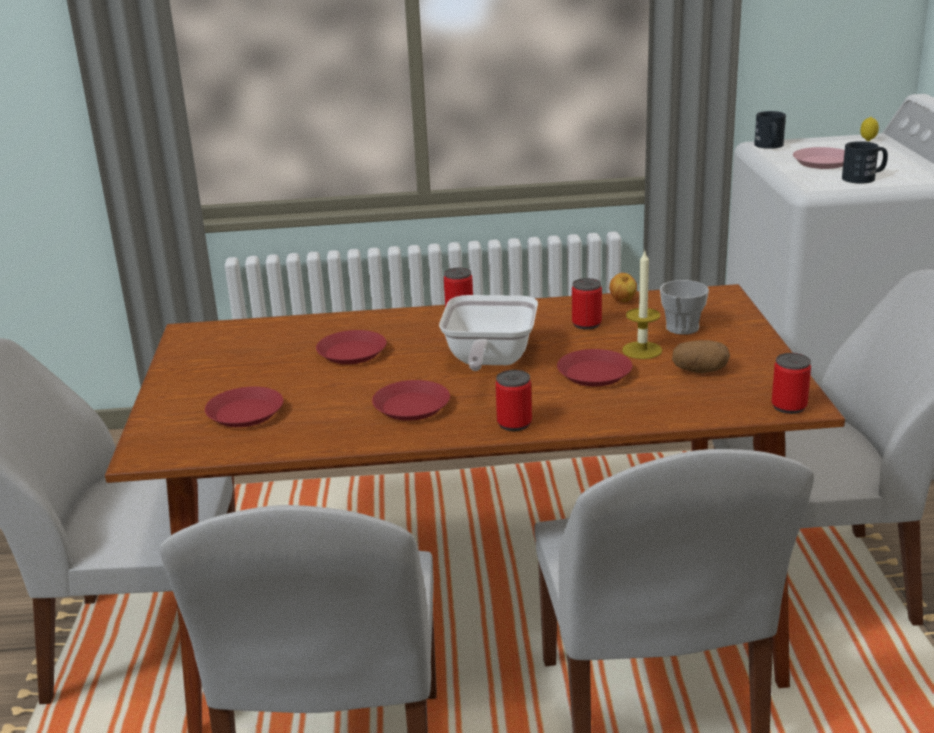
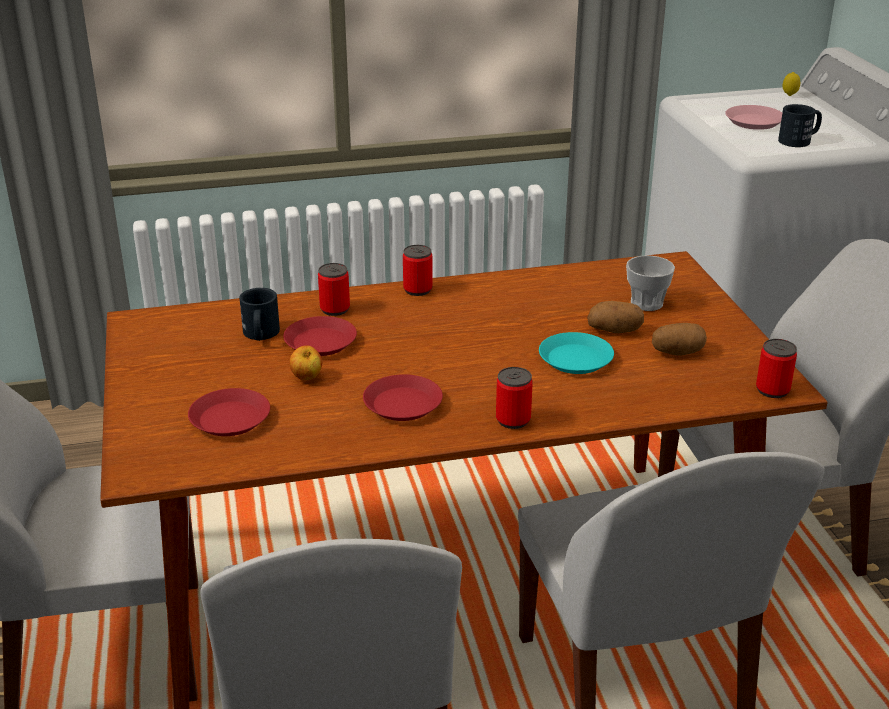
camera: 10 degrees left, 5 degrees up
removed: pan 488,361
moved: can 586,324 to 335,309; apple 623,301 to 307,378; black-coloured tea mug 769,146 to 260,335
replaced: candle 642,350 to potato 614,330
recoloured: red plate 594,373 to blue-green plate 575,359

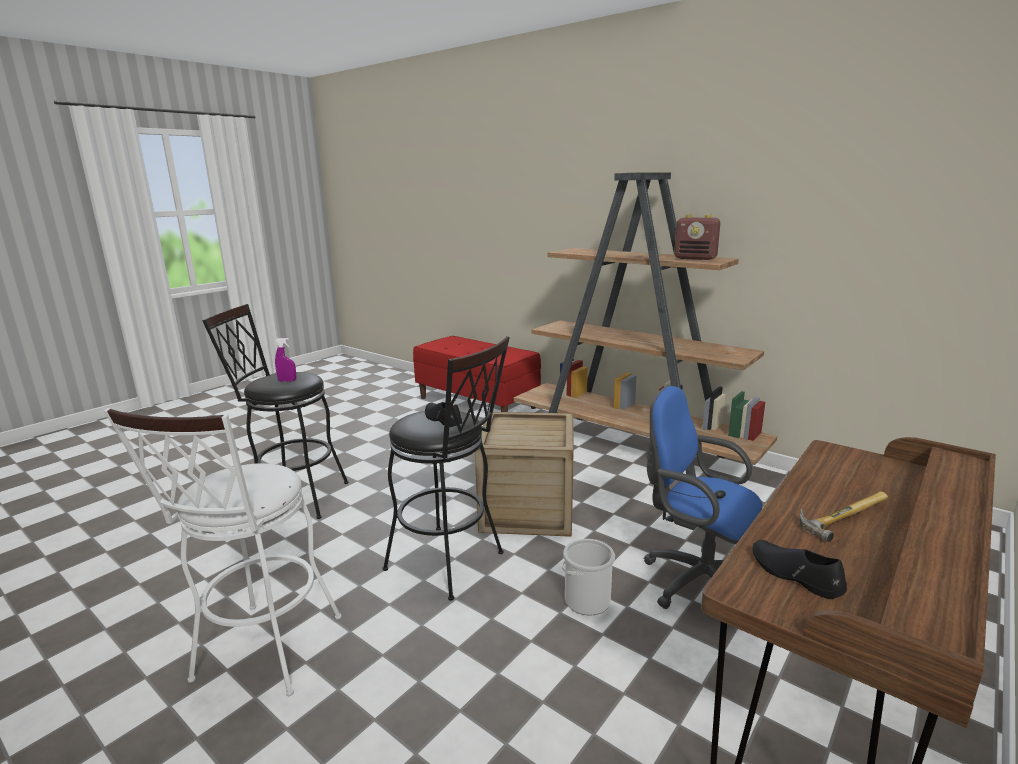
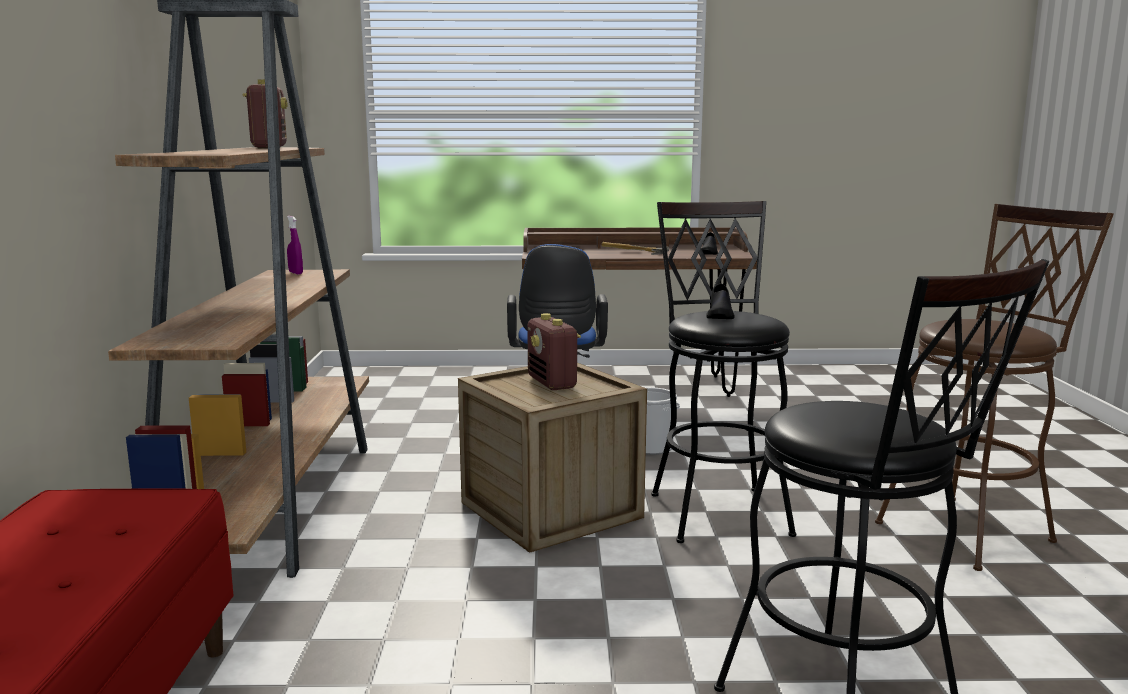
camera: 130 degrees left, 5 degrees down
added: radio 552,383
moved: purplish sprayer 287,381 to 295,273
recoloured: white-coloured stool seat 262,656 to brownish stool seat 973,529

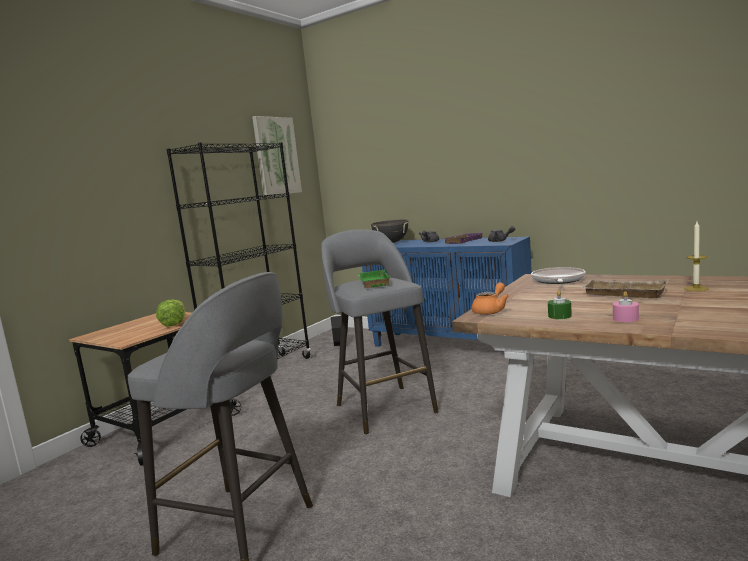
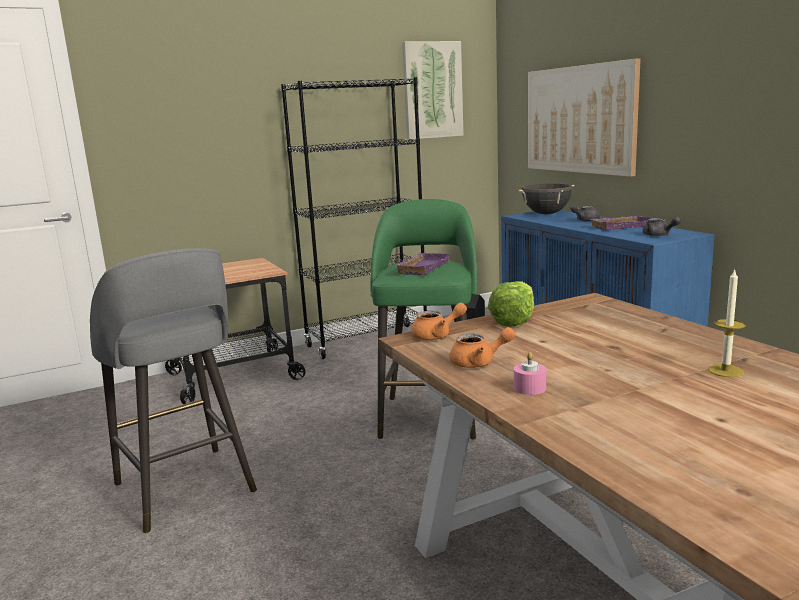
camera: 30 degrees right, 5 degrees up
removed: pan 557,280; beige-coloured tray 622,294
added: picture 579,119
moved: lettuce 174,323 to 514,320
replaced: green candle 559,316 to orangey teapot 478,363
recoloured: greyish stool seat 384,407 to green stool seat 430,415; green tray 372,282 to purplish tray 421,267

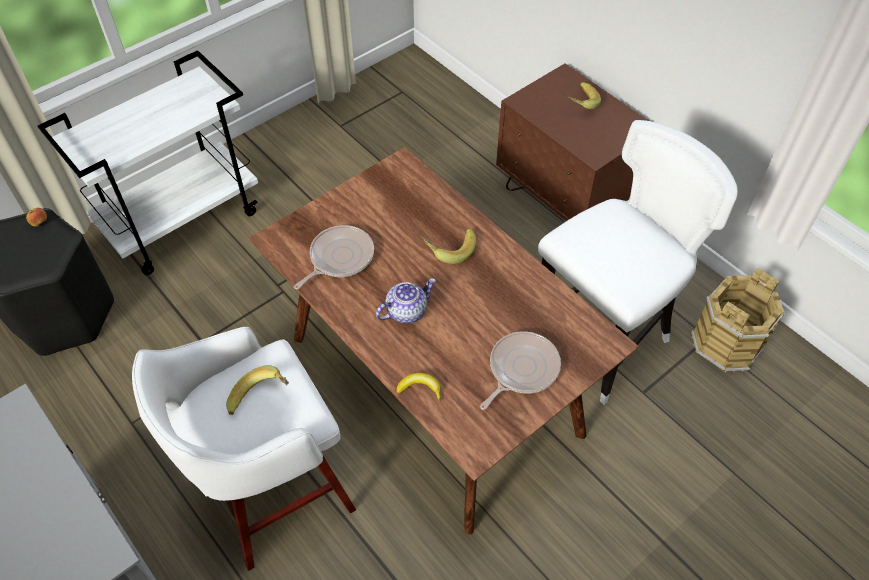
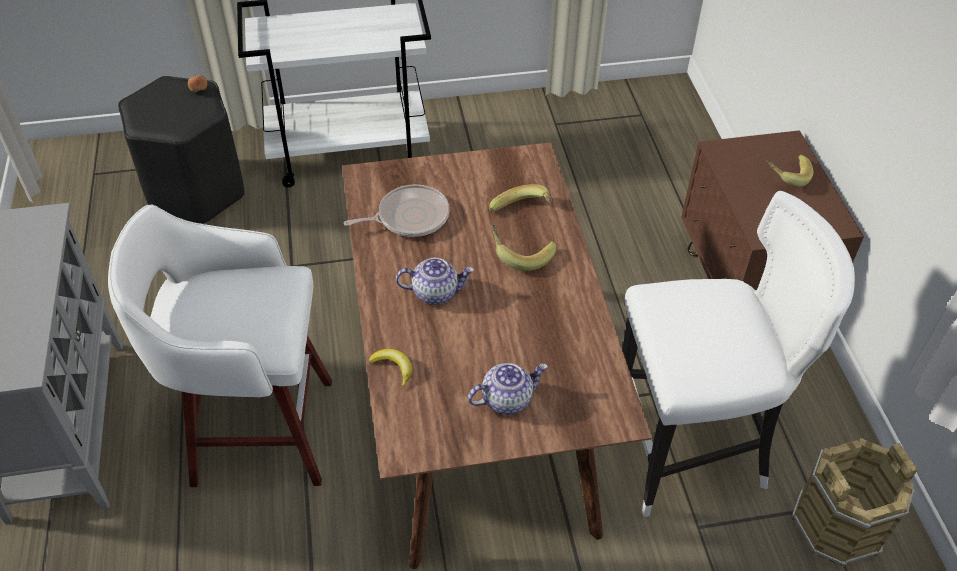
camera: 30 degrees right, 5 degrees down
moved: banana fruit 261,399 to 522,213
replaced: pan 521,369 to teapot 507,399

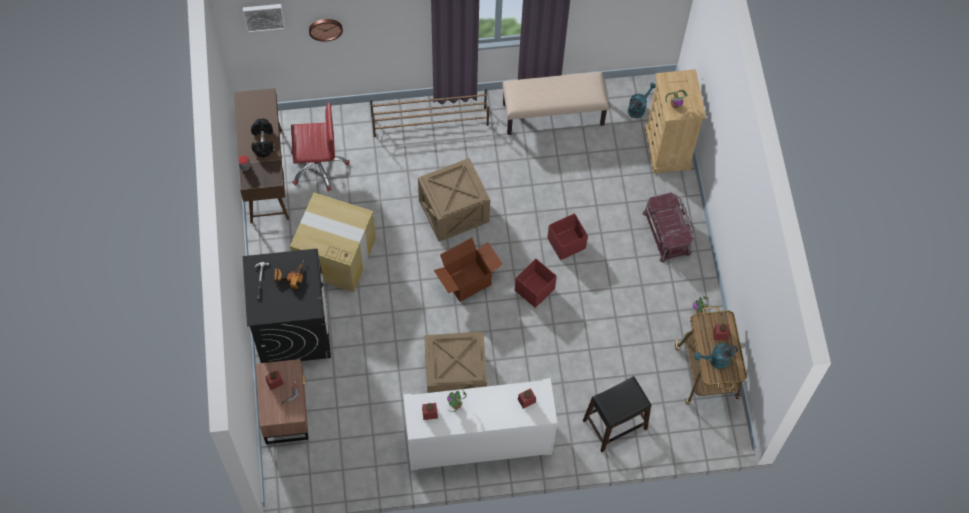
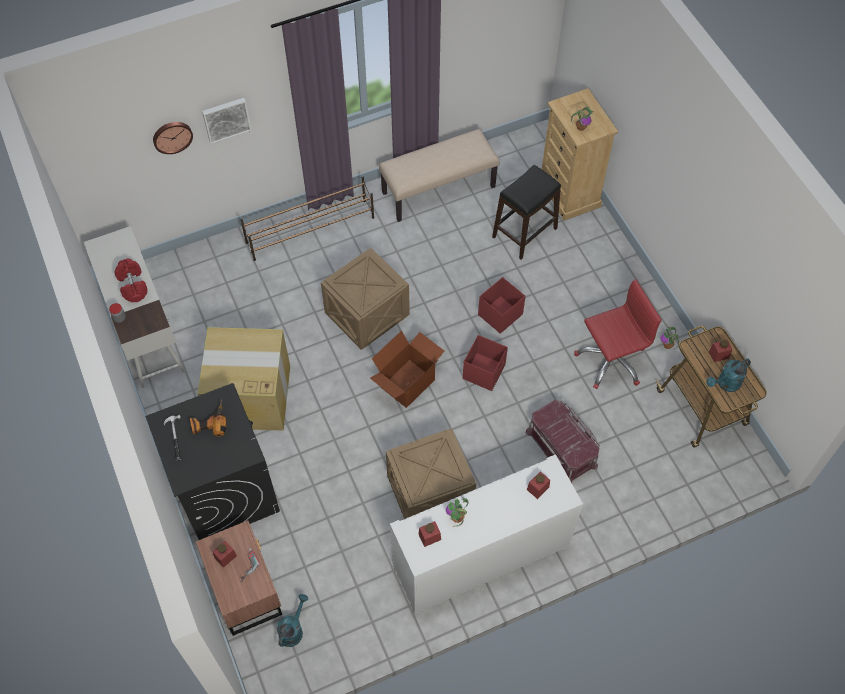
camera: 15 degrees left, 5 degrees down
moved: picture 264,16 to 226,119; red computer chair 318,165 to 611,360; black-coloured stool seat 615,425 to 525,233; blue-green sprinkling can 638,108 to 293,629; red storage container 667,233 to 562,448
recoloured: brownish desk table 266,175 to white-coloured desk table 145,332; black-coloured dumbbell 262,141 to red dumbbell 132,285

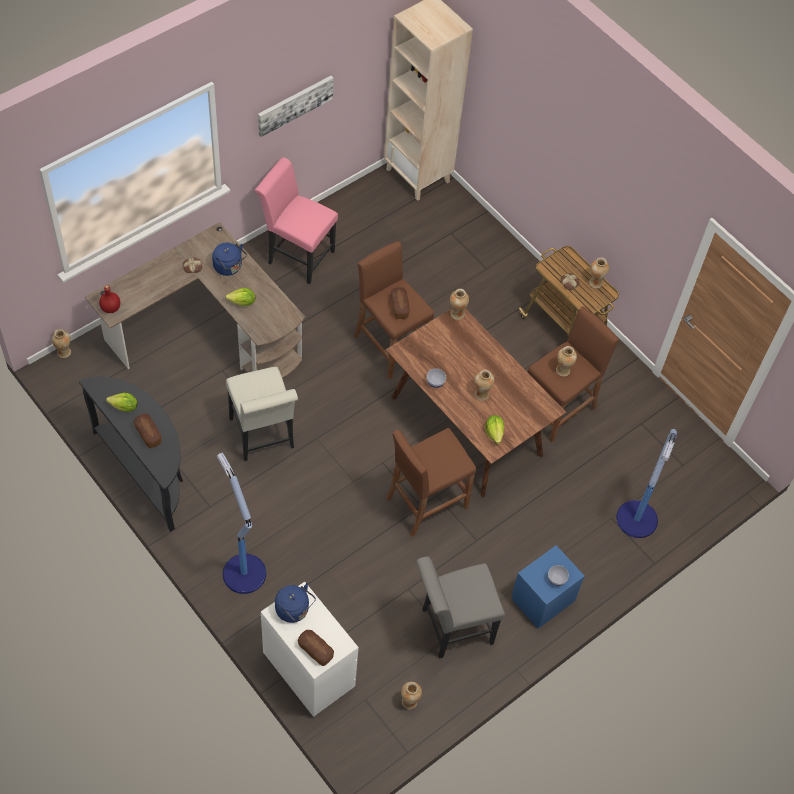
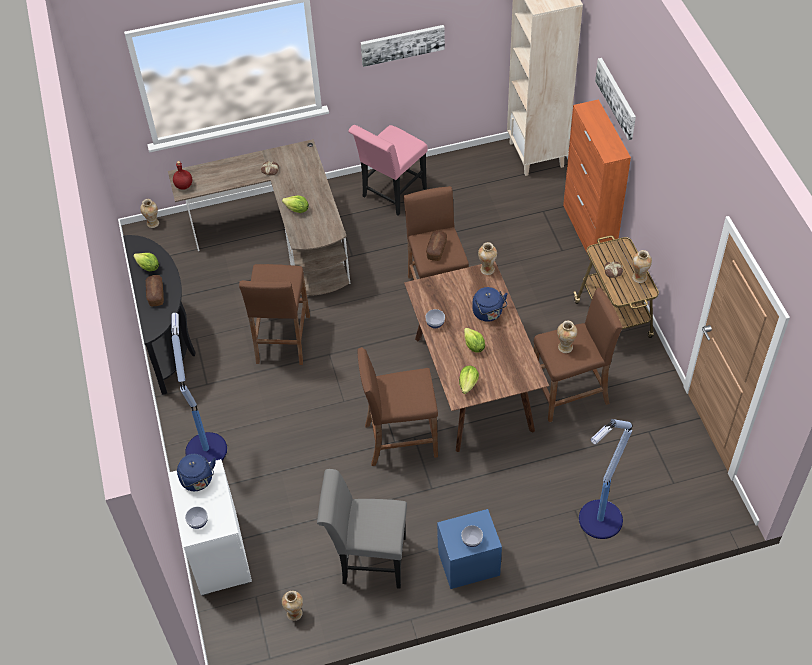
camera: 30 degrees right, 5 degrees down
added: orangey cupboard 589,231; picture 617,97
moved: bluish tea kettle 229,267 to 488,313
replaced: white-coloured chair 263,437 to brownish stool seat 282,339; bread 315,650 to serving bowl 198,522; flower vase 481,394 to lettuce 473,346
turned: pink chair 297,255 = 391,195 105 degrees counterclockwise

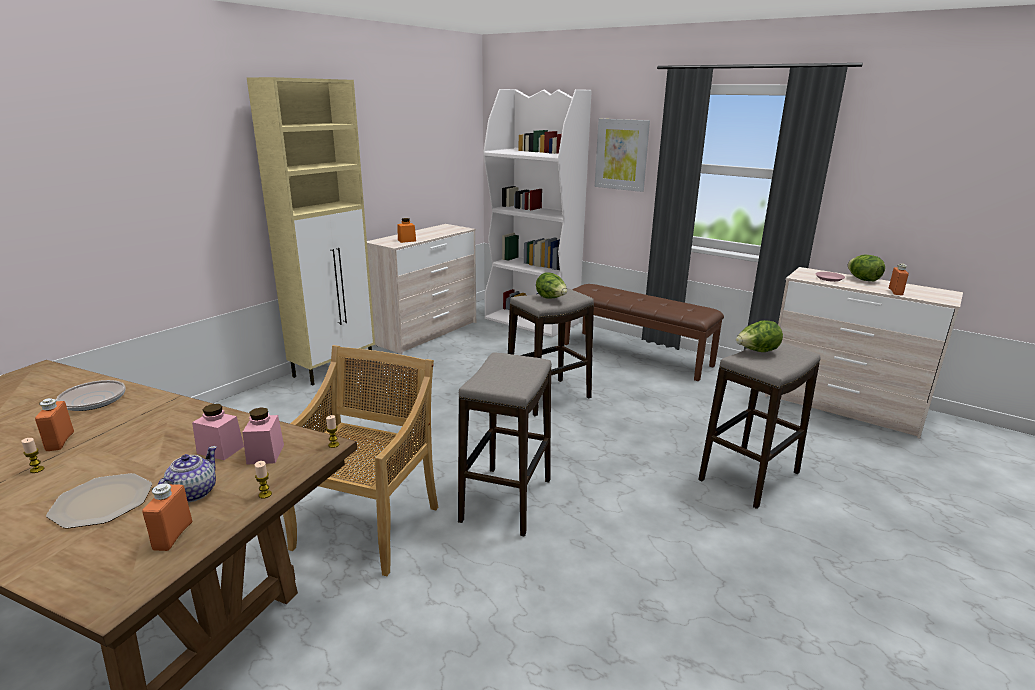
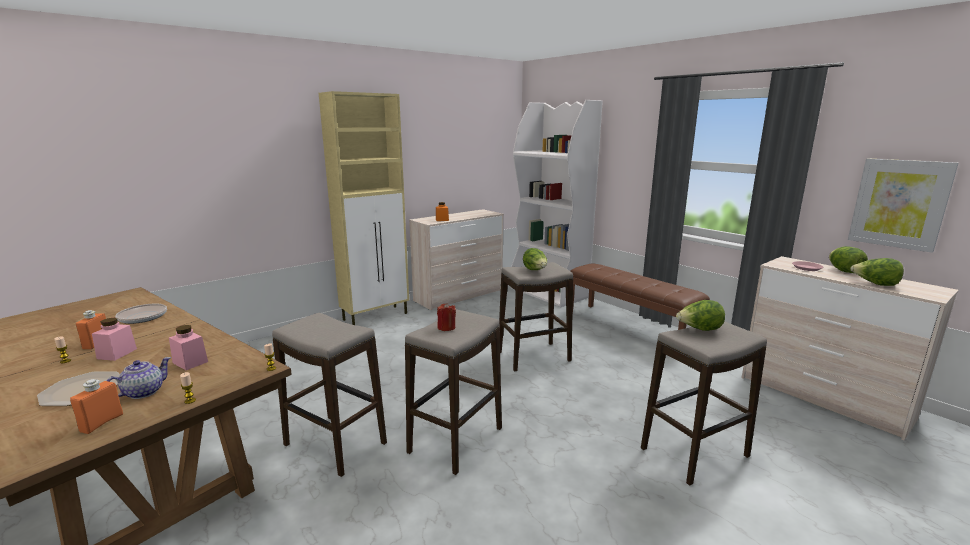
camera: 15 degrees right, 5 degrees down
added: red candle 446,327
moved: pink jar 265,454 to 117,353; picture 621,154 to 899,203
replaced: beige-coloured chair 368,525 to stool seat 335,444; orangey bottle 895,292 to lettuce 875,284

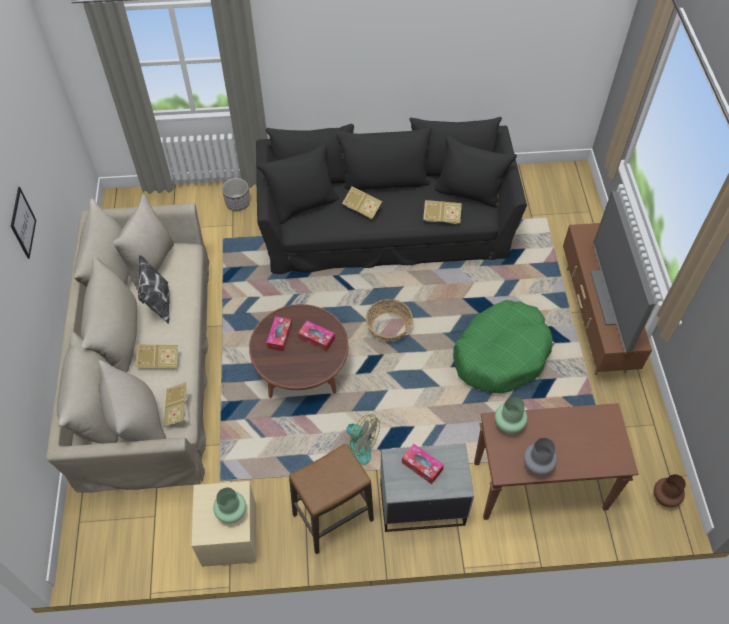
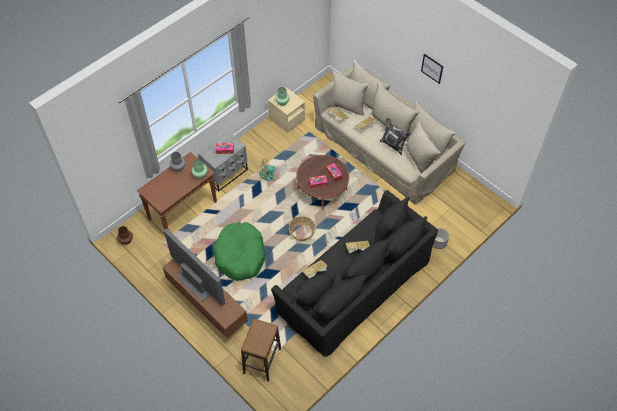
camera: 140 degrees right, 0 degrees up
moved: stool seat 333,518 to 262,361

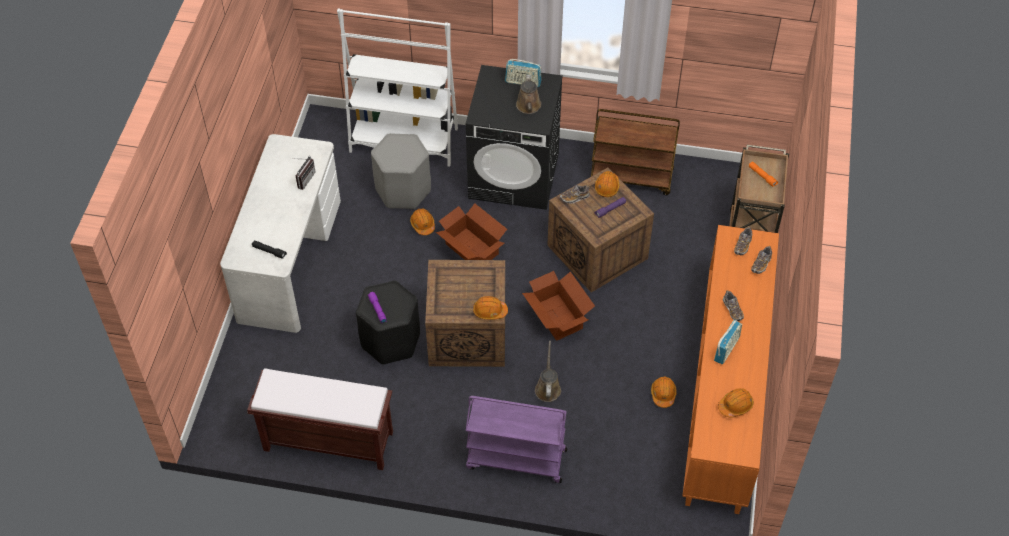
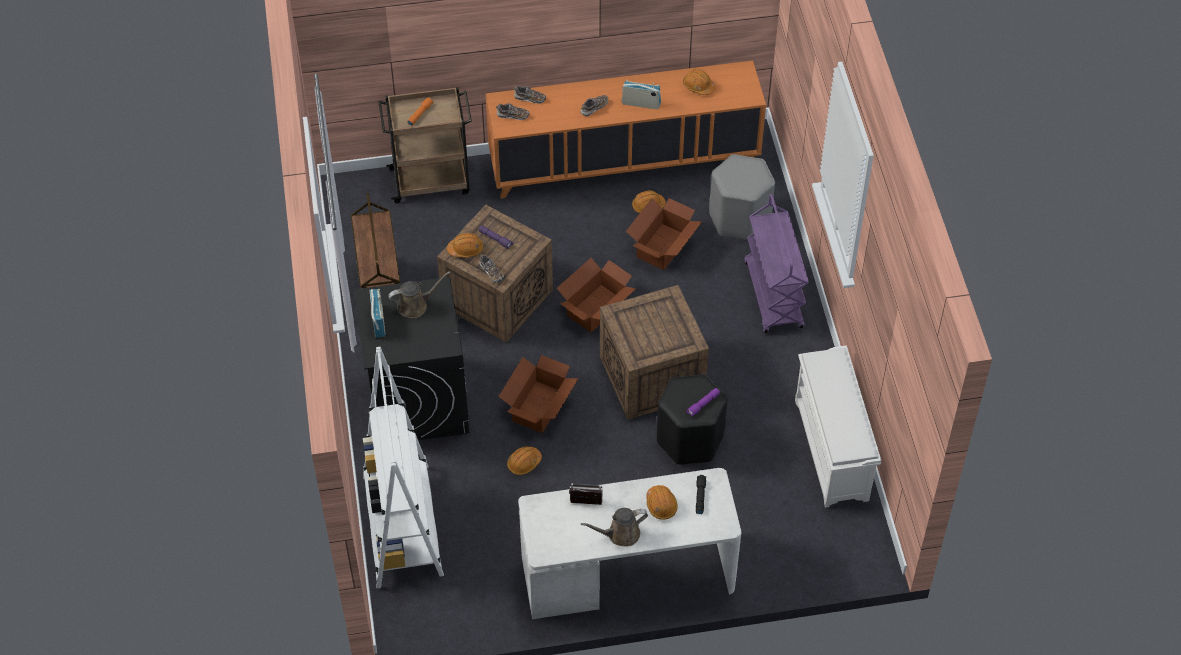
camera: 110 degrees left, 0 degrees up
added: cardboard box 663,247
moved: greyish stool seat 403,190 to 739,218; orangey work helmet 489,311 to 661,505; brownish sprinkling can 547,387 to 620,534
replaced: brownish indoor bench 327,441 to white-coloured shoe shelf 832,450

